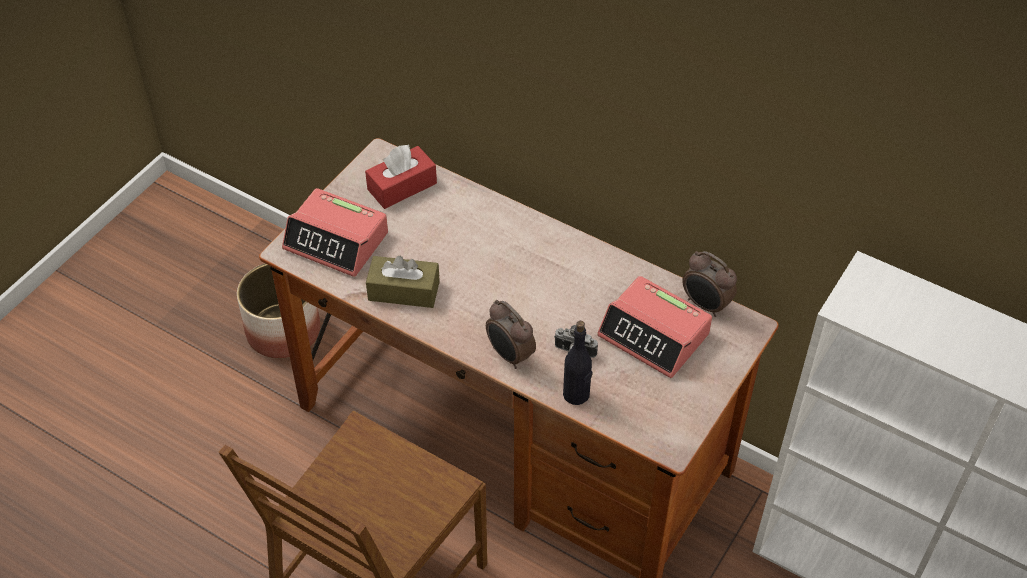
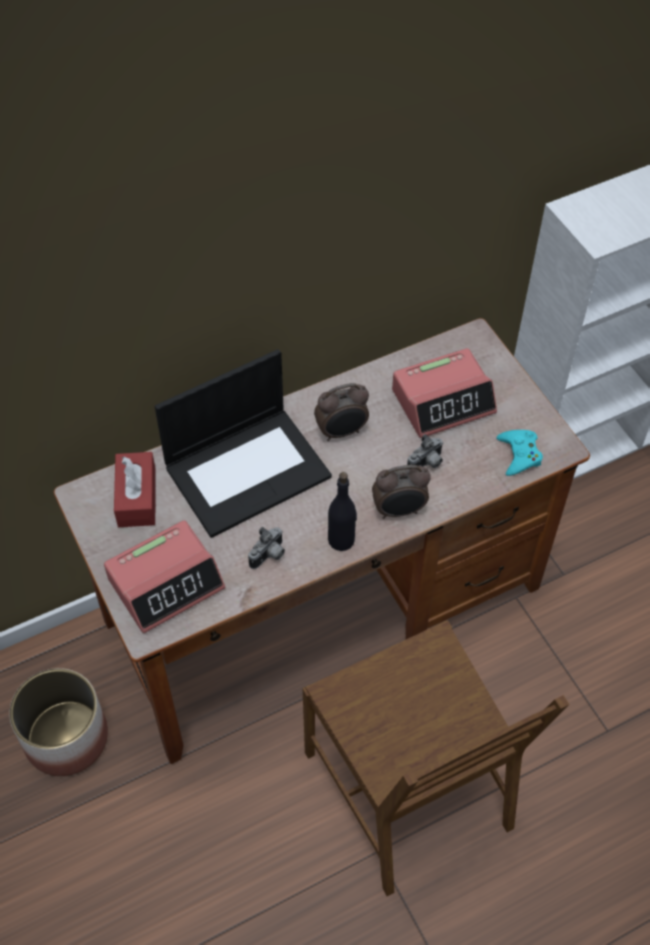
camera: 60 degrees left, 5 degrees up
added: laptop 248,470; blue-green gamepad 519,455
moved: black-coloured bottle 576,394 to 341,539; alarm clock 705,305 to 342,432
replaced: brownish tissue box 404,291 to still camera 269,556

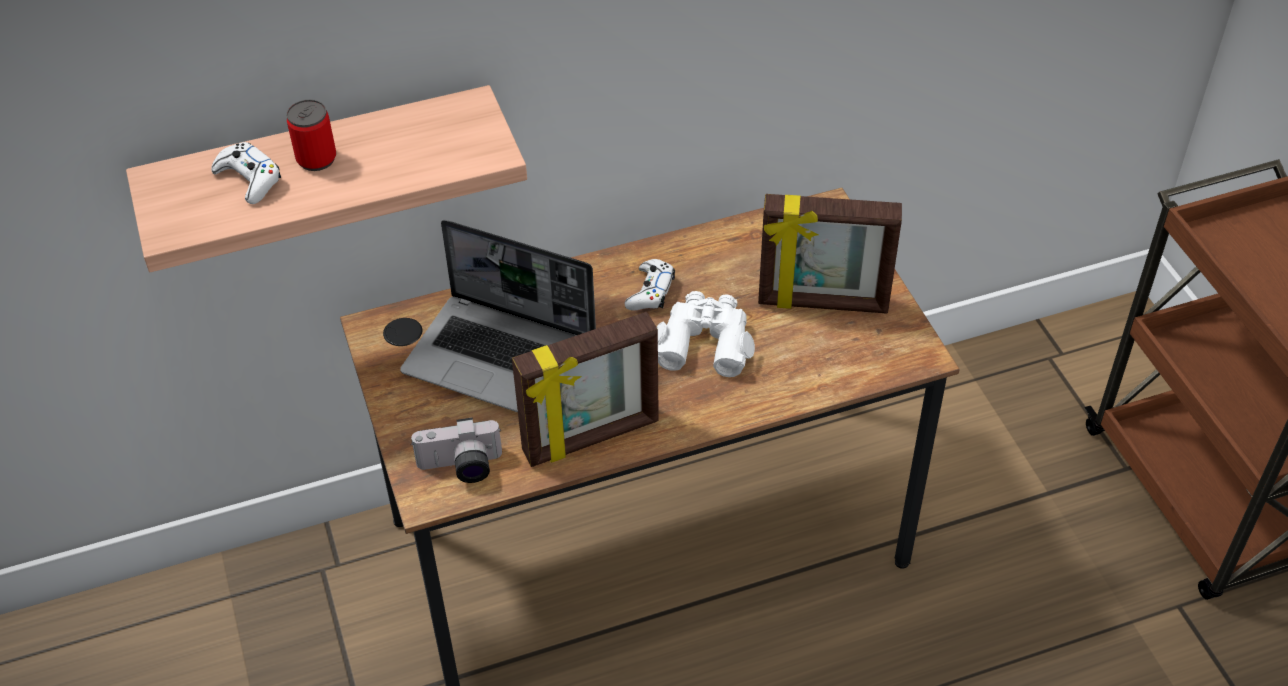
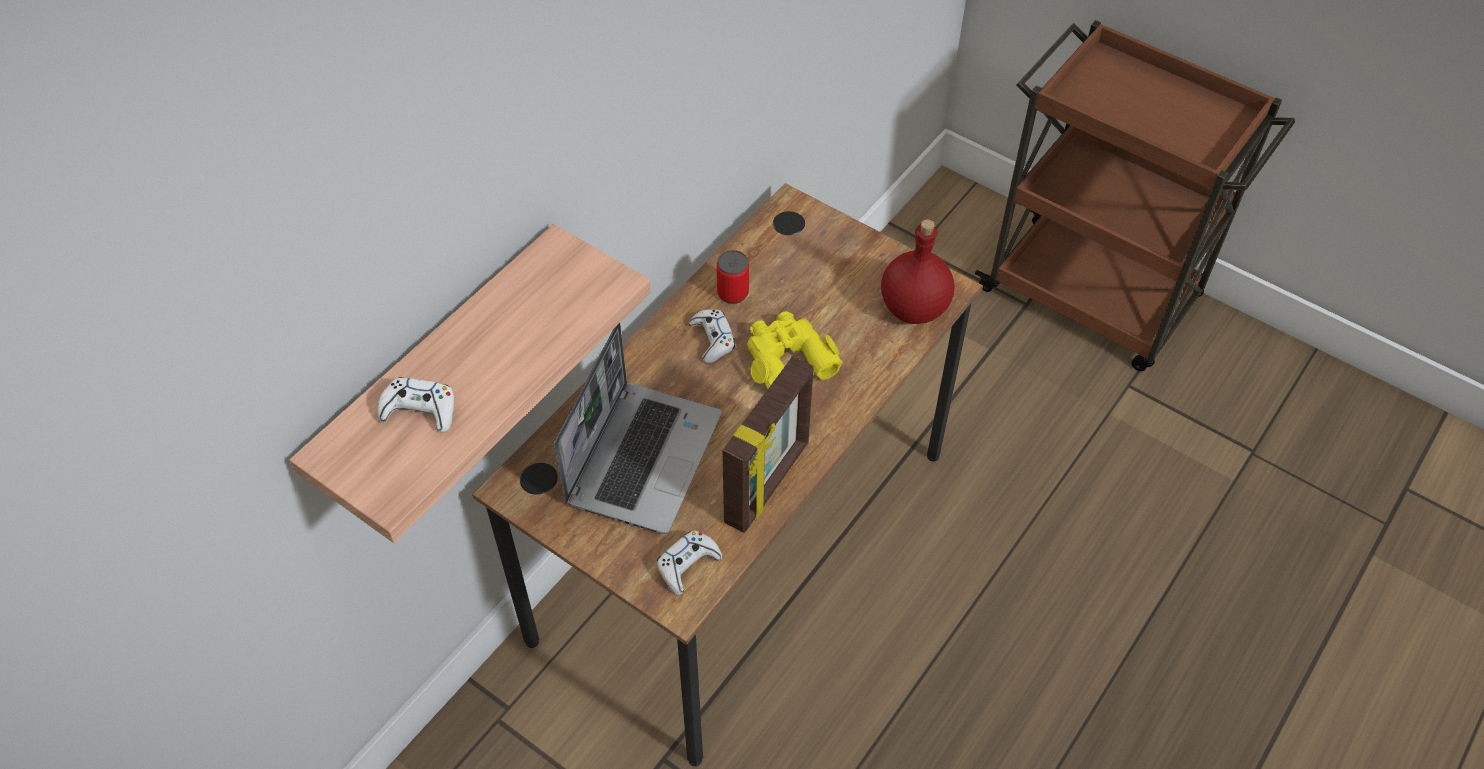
camera: 35 degrees left, 5 degrees up
removed: standing frame 823,303
added: red bottle 914,309
moved: can 316,159 to 733,293
replaced: still camera 461,468 to white-coloured gamepad 687,565
recoloured: white-coloured pair of binoculars 704,341 to yellowish pair of binoculars 787,358
turned: laptop 503,359 = 643,456 60 degrees counterclockwise

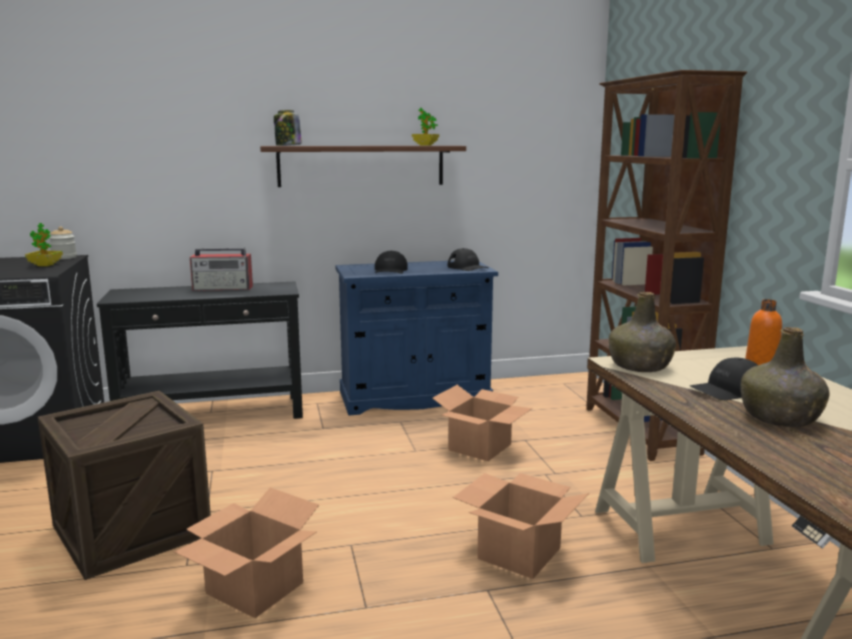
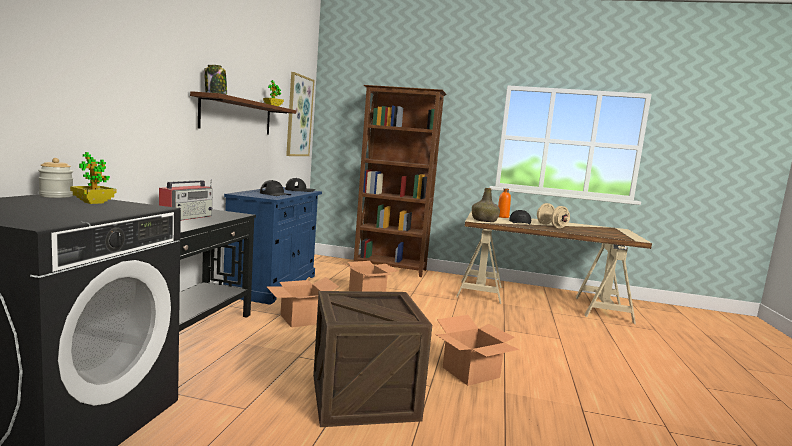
camera: 65 degrees left, 5 degrees down
added: picture 299,116
moved: cardboard box 519,554 to 302,319
replaced: green bottle 780,418 to beige-coloured dumbbell 551,226

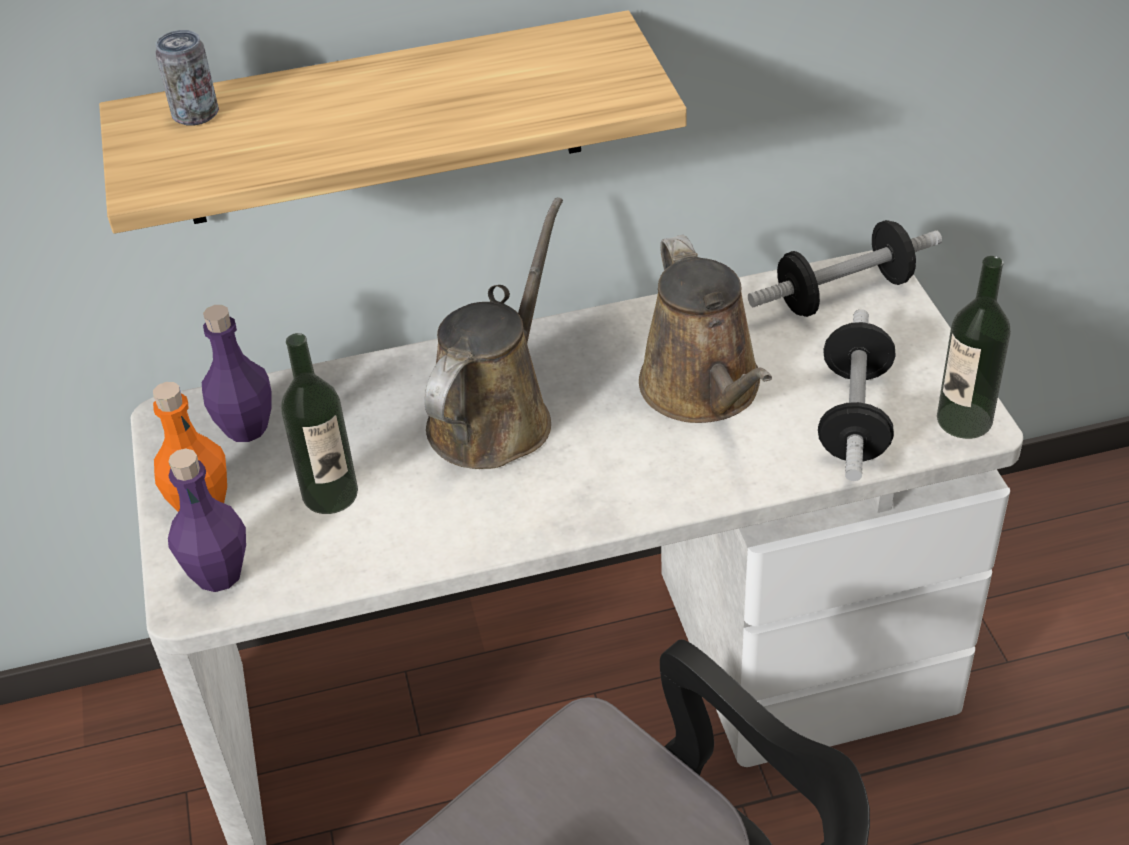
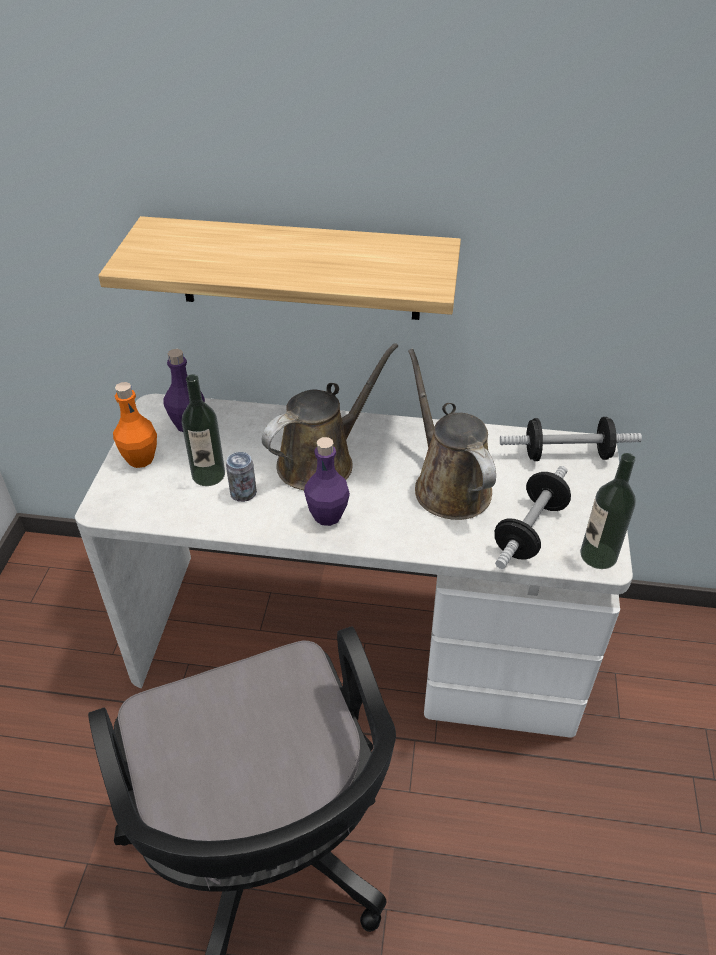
camera: 20 degrees right, 0 degrees up
moved: can 195,114 to 243,493; purplish bottle 218,574 to 327,516
turned: brownish sprinkling can 704,390 = 448,485 150 degrees clockwise

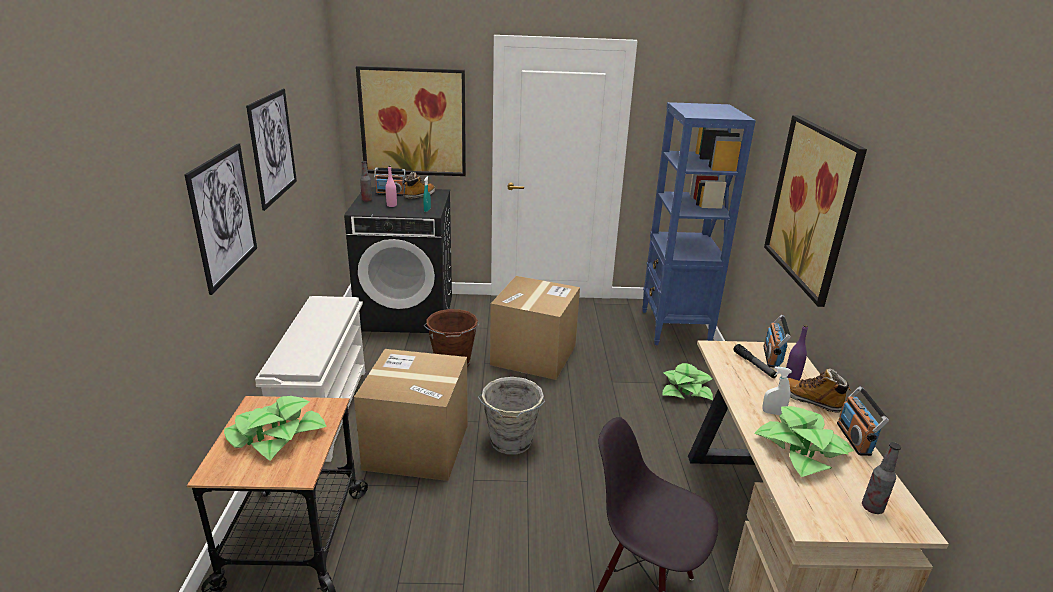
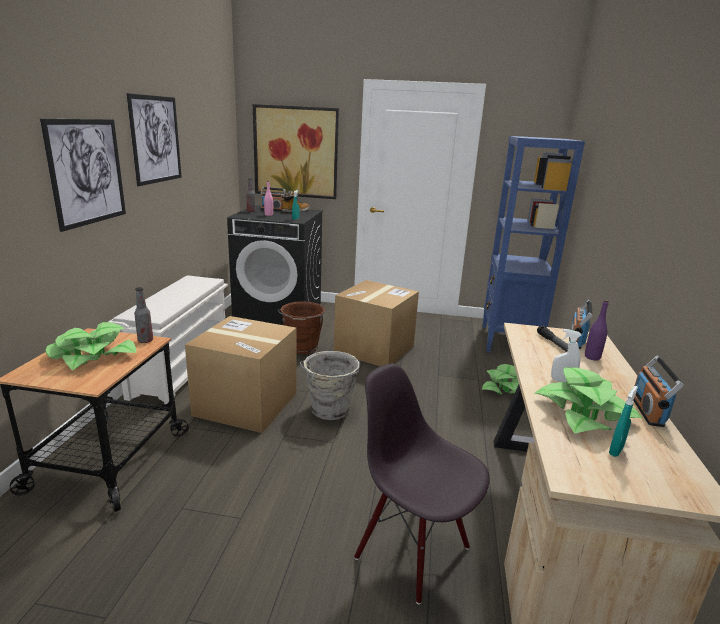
camera: 10 degrees right, 5 degrees down
removed: picture 812,206; boot 810,400
added: blue-green sprayer 616,450
moved: bottle 872,508 to 145,341

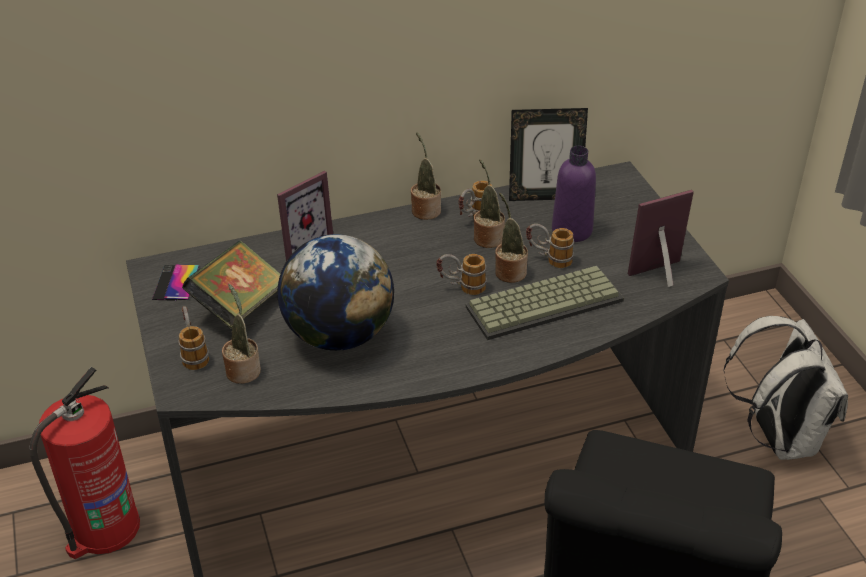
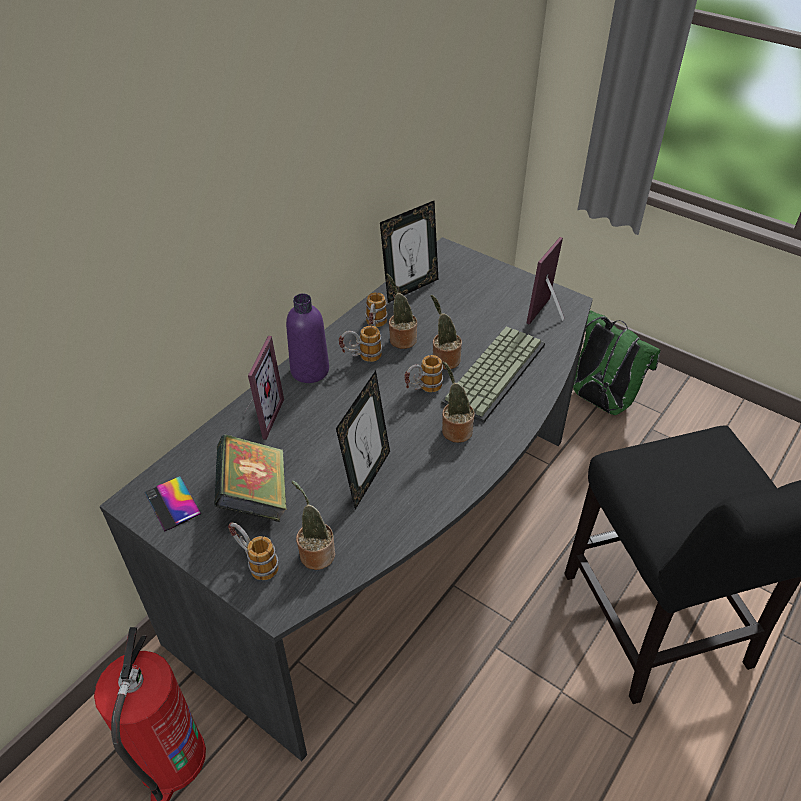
camera: 35 degrees left, 5 degrees up
moved: potted plant 425,210 to 455,430; tea mug 548,259 to 361,357; purplish bottle 572,230 to 310,370
replaced: world globe 339,335 to standing frame 366,477
recoloured: white-coloured knapsack 777,437 to green knapsack 597,400

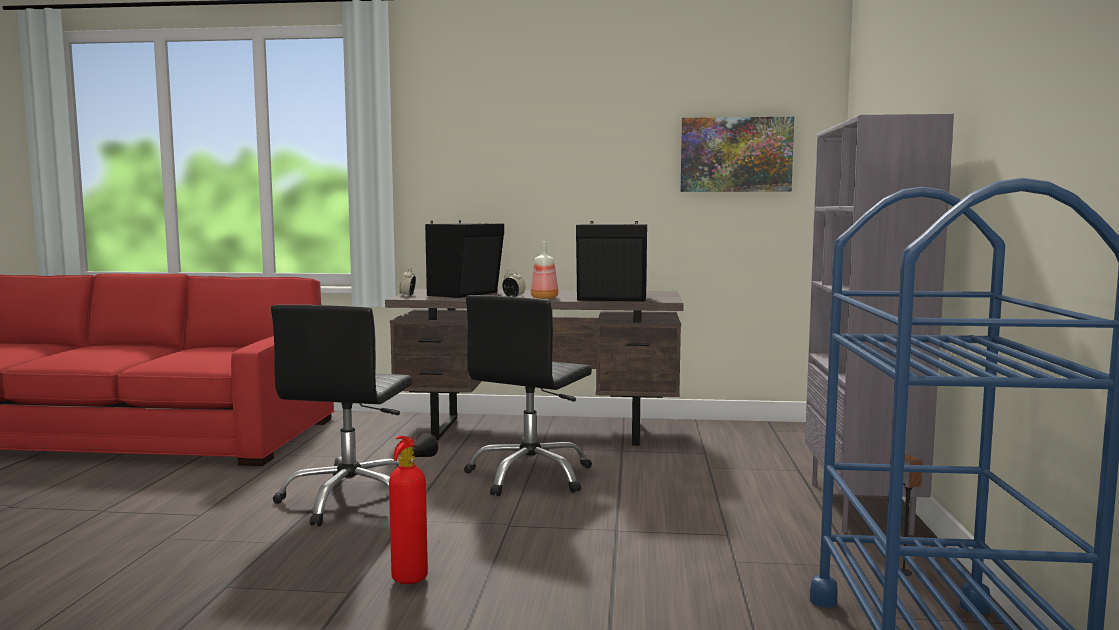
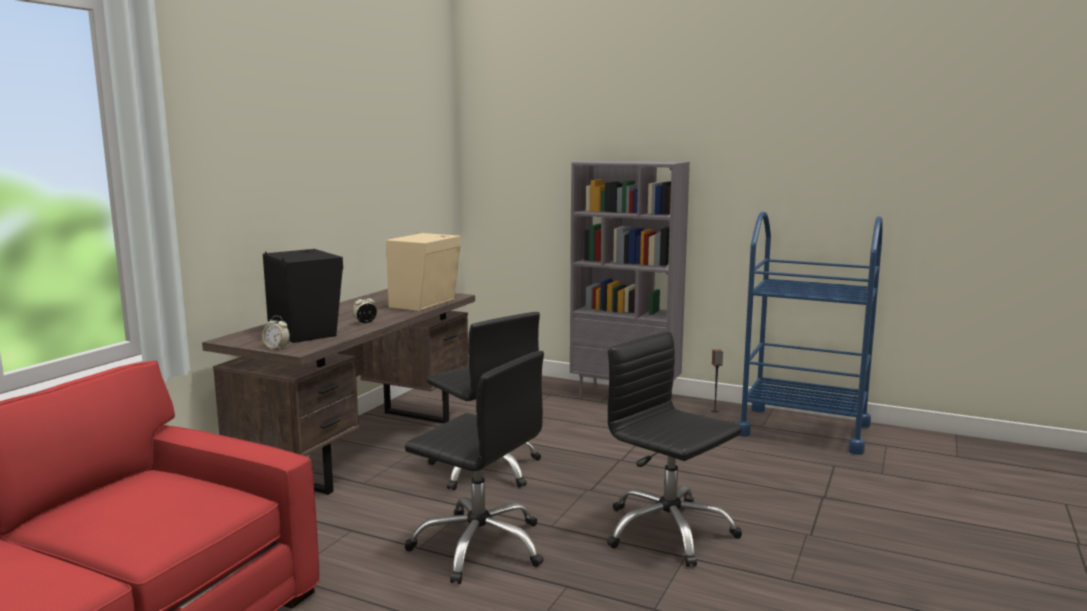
camera: 70 degrees left, 5 degrees up
removed: bottle 545,298; picture 736,155
replaced: fire extinguisher 415,577 to black-coloured computer chair 668,531
recoloured: black-coloured loudspeaker 613,299 to beige-coloured loudspeaker 426,303

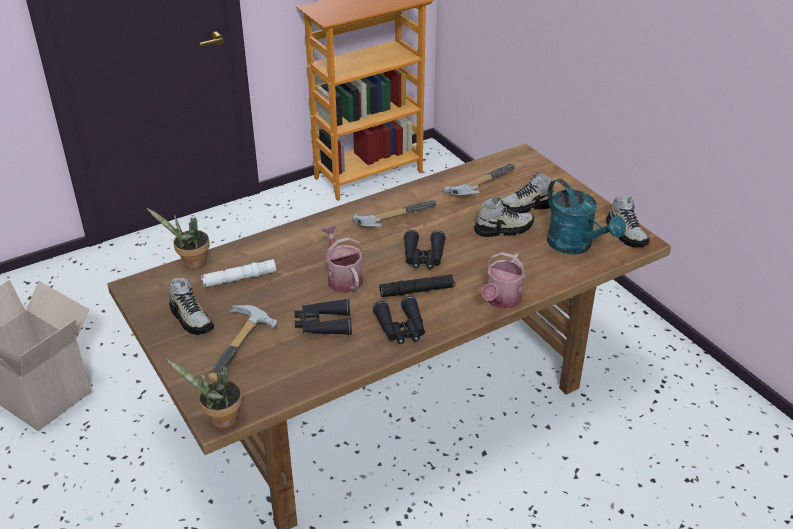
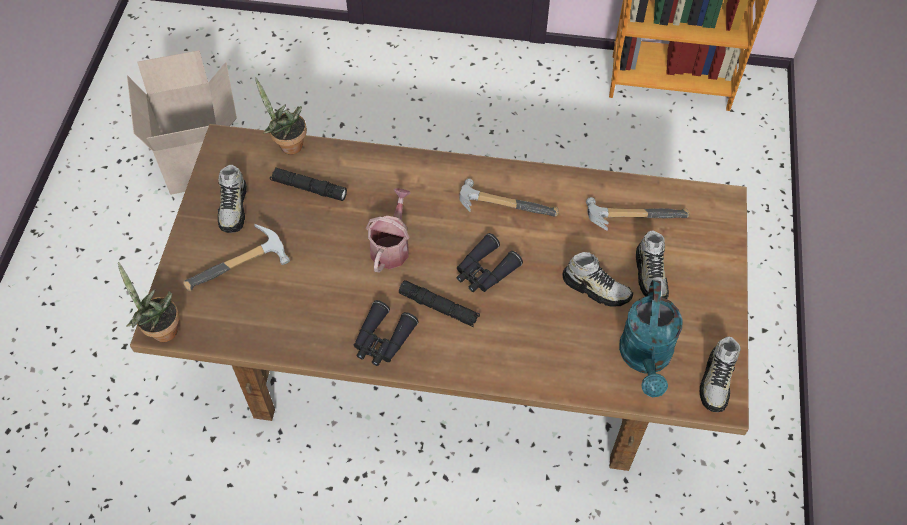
camera: 40 degrees right, 20 degrees up
removed: black-coloured pair of binoculars 323,324; sprinkling can 501,300
recoloured: white-coloured hand torch 239,278 to black-coloured hand torch 309,188
turned: item of footwear 526,207 = 651,275 120 degrees counterclockwise

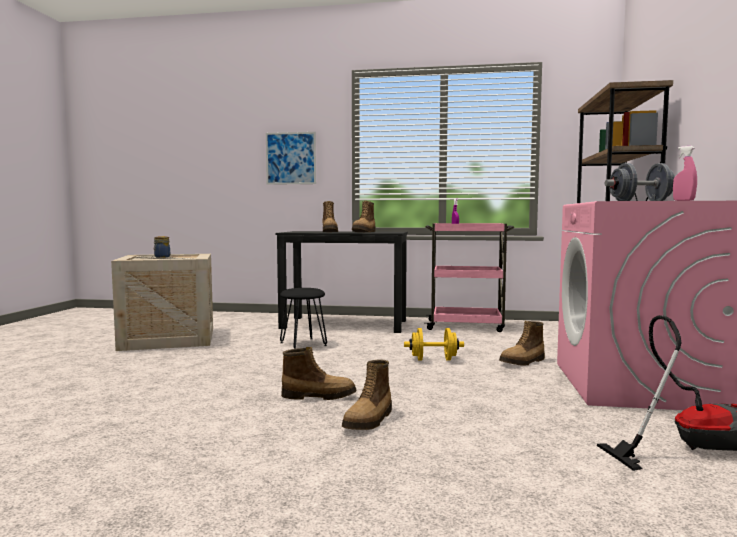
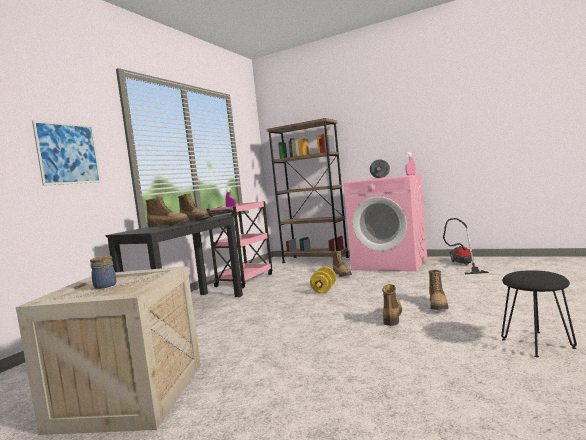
camera: 70 degrees left, 0 degrees up
moved: black-coloured stool seat 302,344 to 538,344
turned: boot 369,421 = 438,305 60 degrees clockwise

